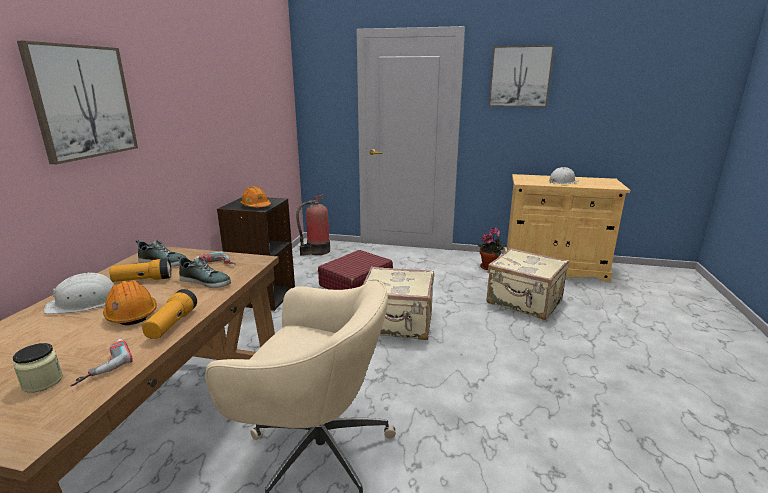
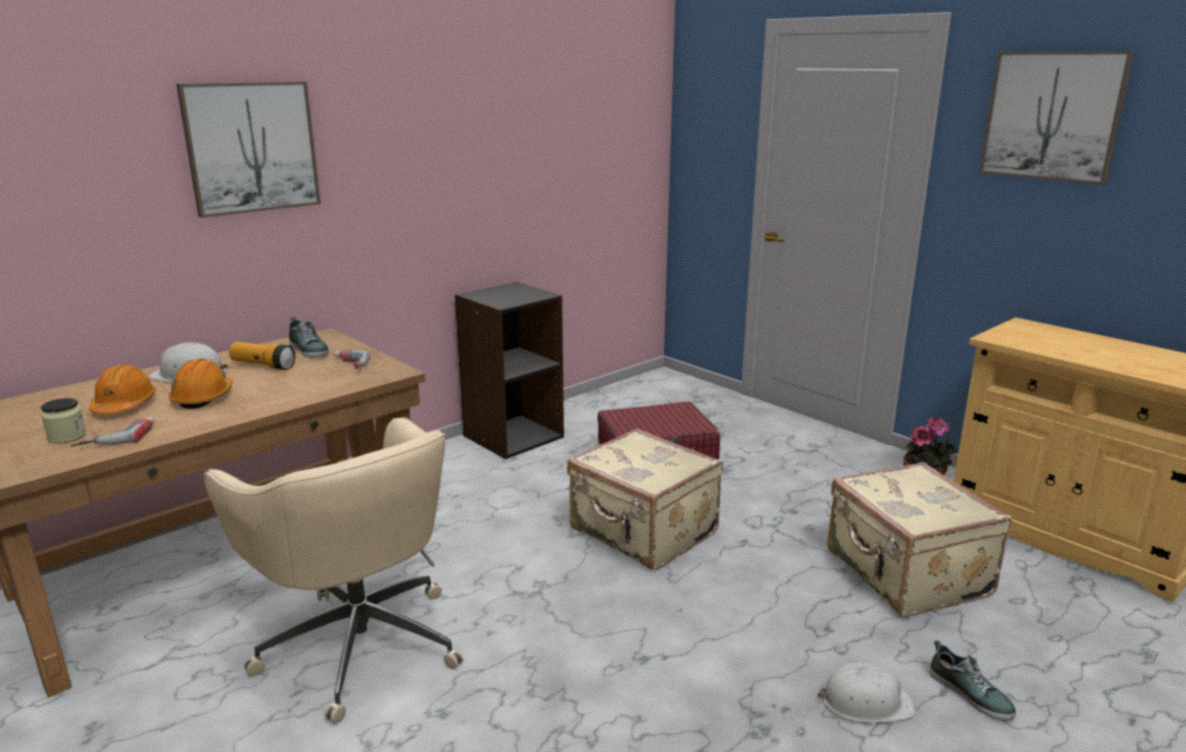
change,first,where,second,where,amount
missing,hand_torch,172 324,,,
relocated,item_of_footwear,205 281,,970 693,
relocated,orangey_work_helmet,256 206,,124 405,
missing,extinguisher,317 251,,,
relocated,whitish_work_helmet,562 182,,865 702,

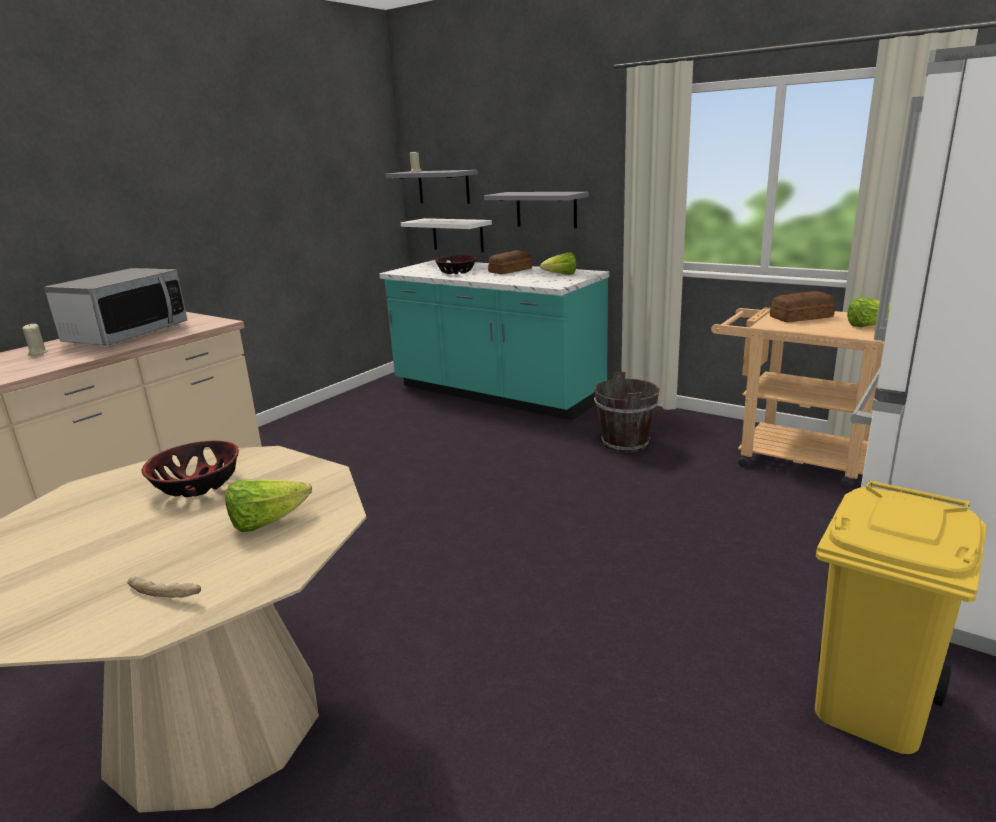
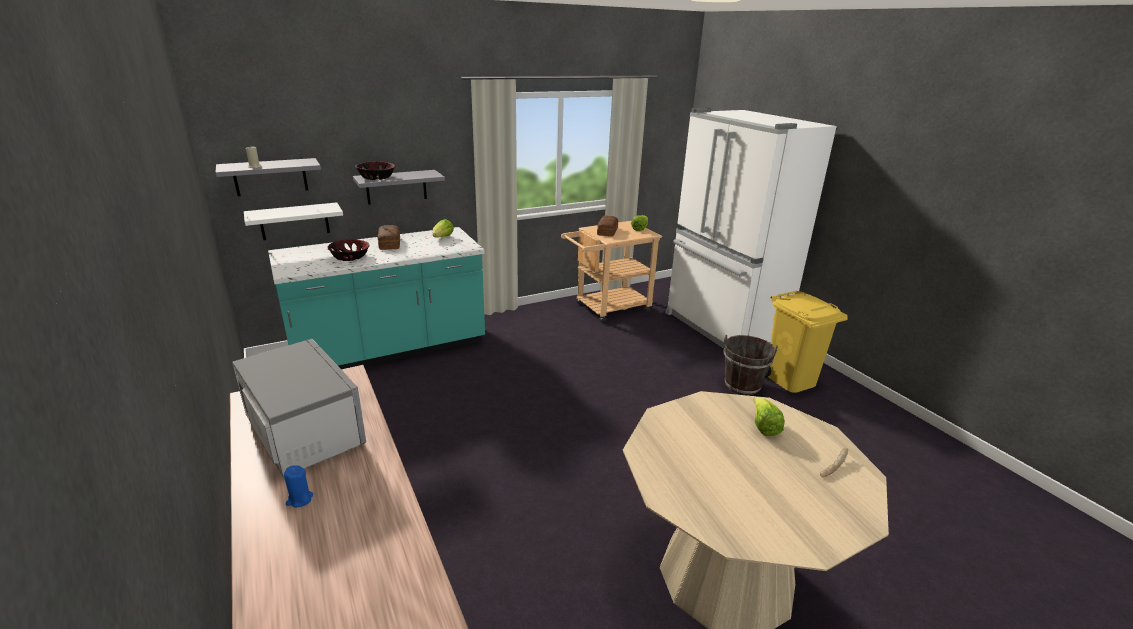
change,first,where,second,where,amount
colour,sand-coloured_wax_light,37 353,blue_wax_light,299 499,
relocated,deep_dish,197 485,,377 177,
relocated,brown-coloured_pail,625 443,,742 385,

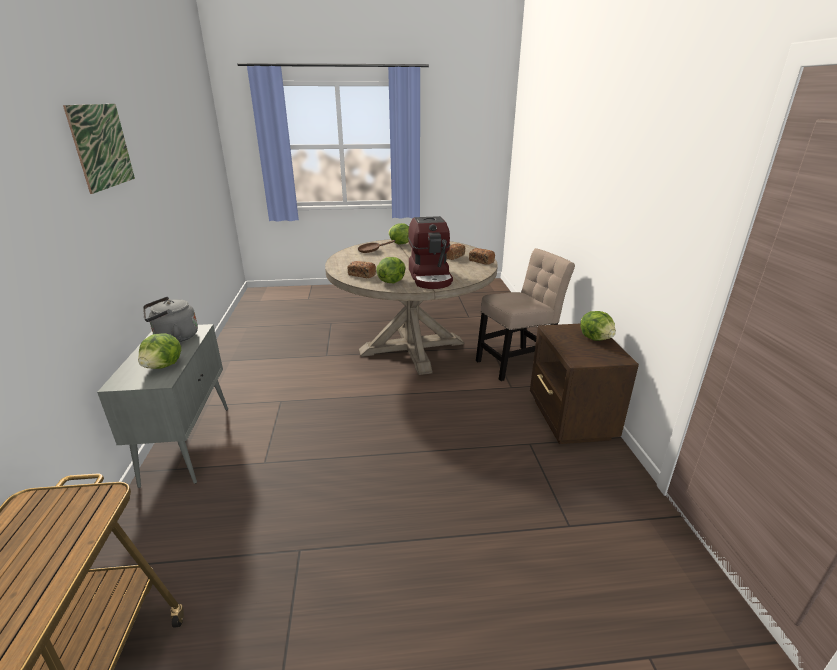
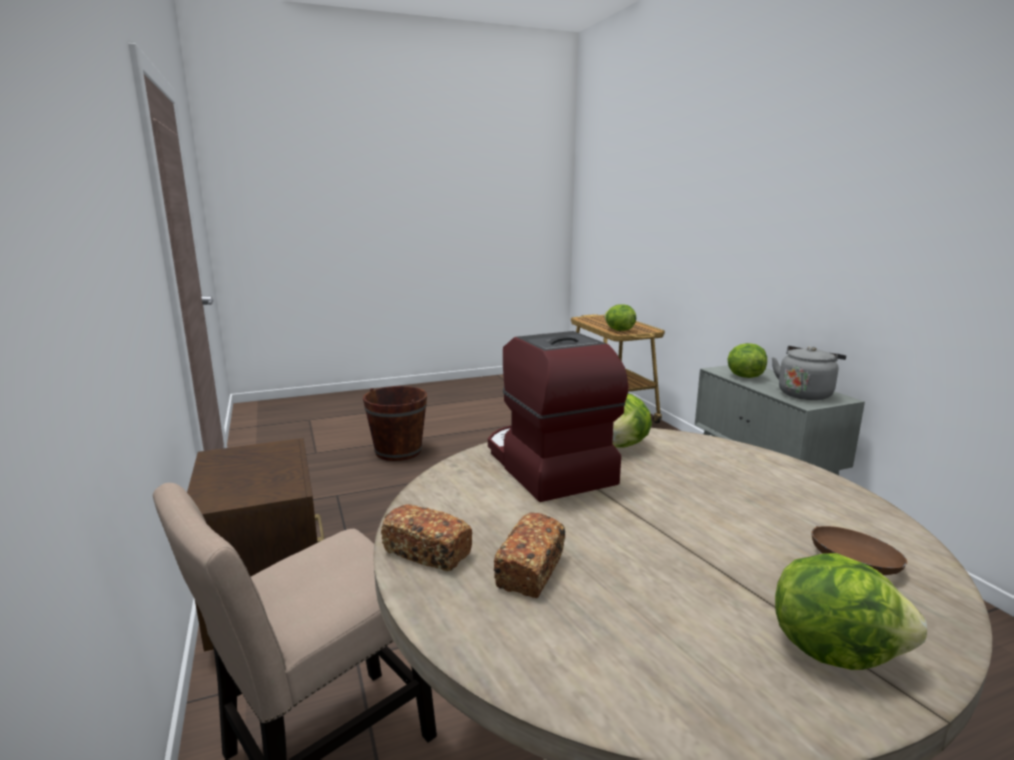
change,first,where,second,where,amount
missing,wall_art,102 146,,,
missing,baked_bread,361 275,,,
relocated,lettuce,596 338,,618 330,
appeared,,,brown-coloured_pail,398 451,

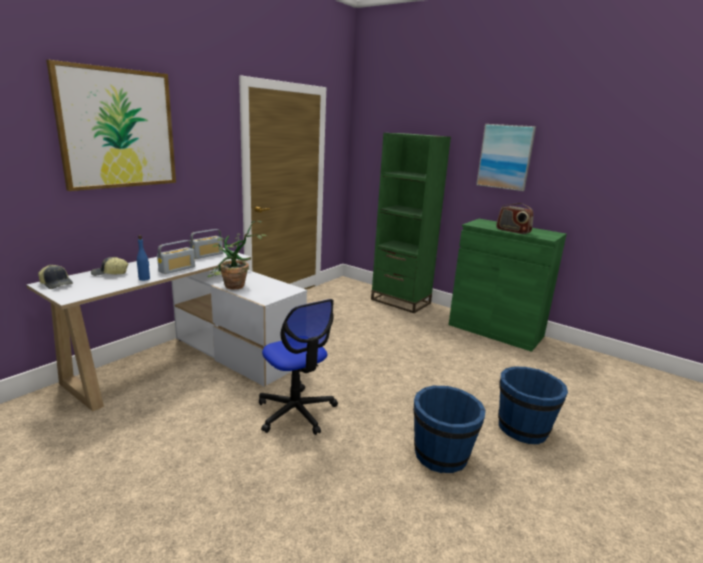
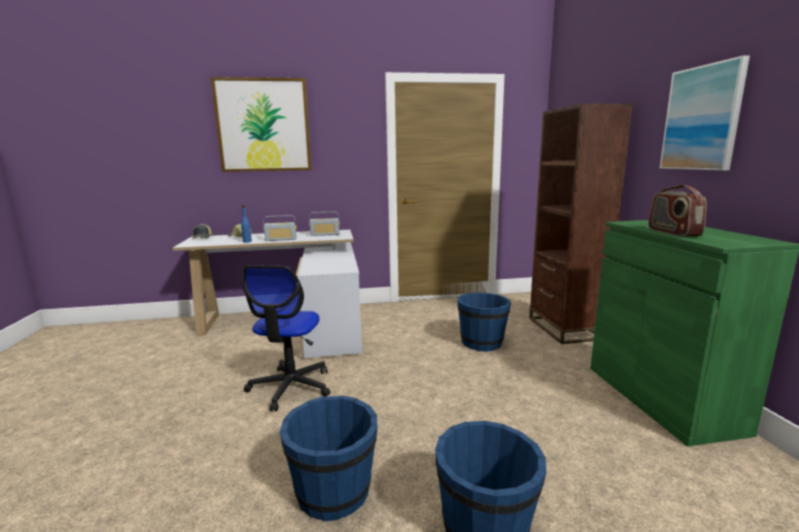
change,first,where,second,where,amount
missing,potted_plant,234 288,,,
colour,greenish_shelving_unit,400 301,brown-coloured_shelving_unit,564 328,
appeared,,,blue_pail,482 342,

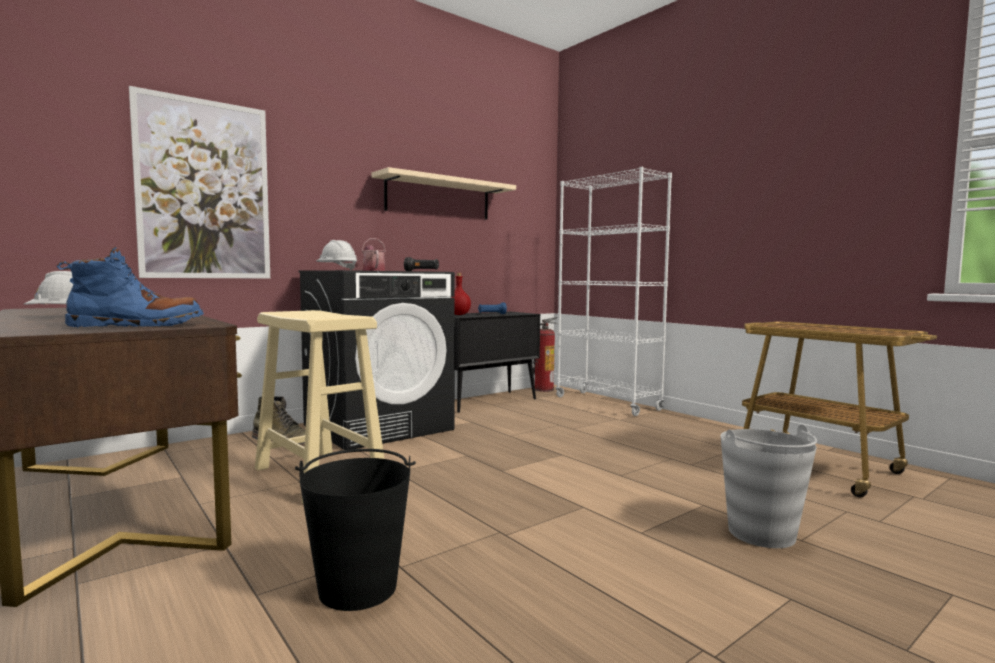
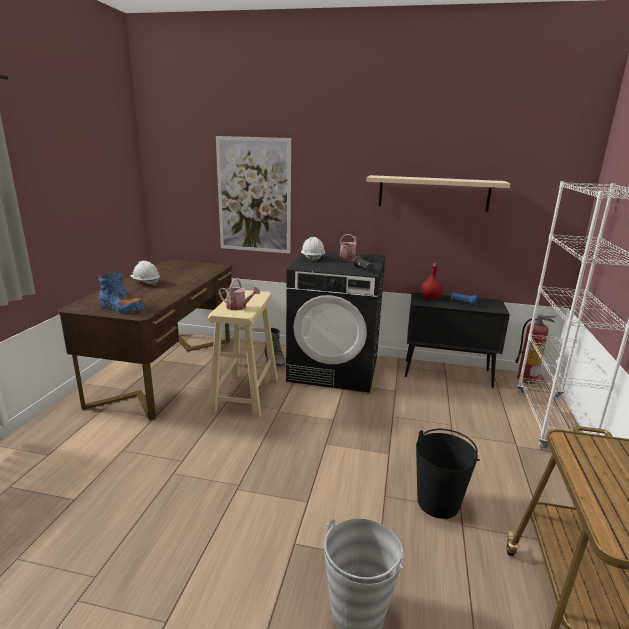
change,first,where,second,where,amount
relocated,blackish_pail,358 587,,438 502,
appeared,,,watering_can,239 307,

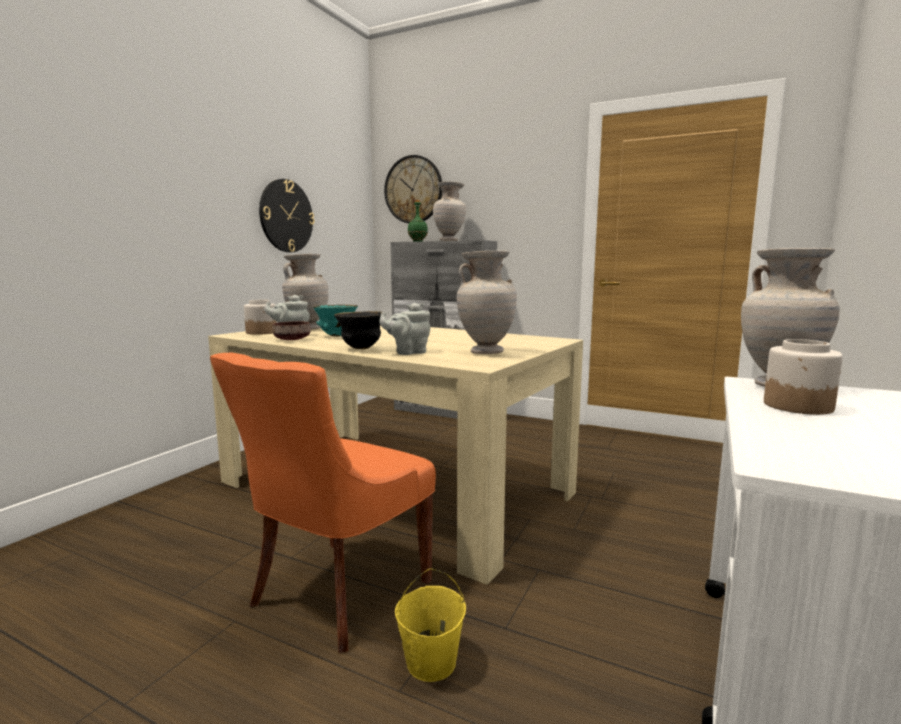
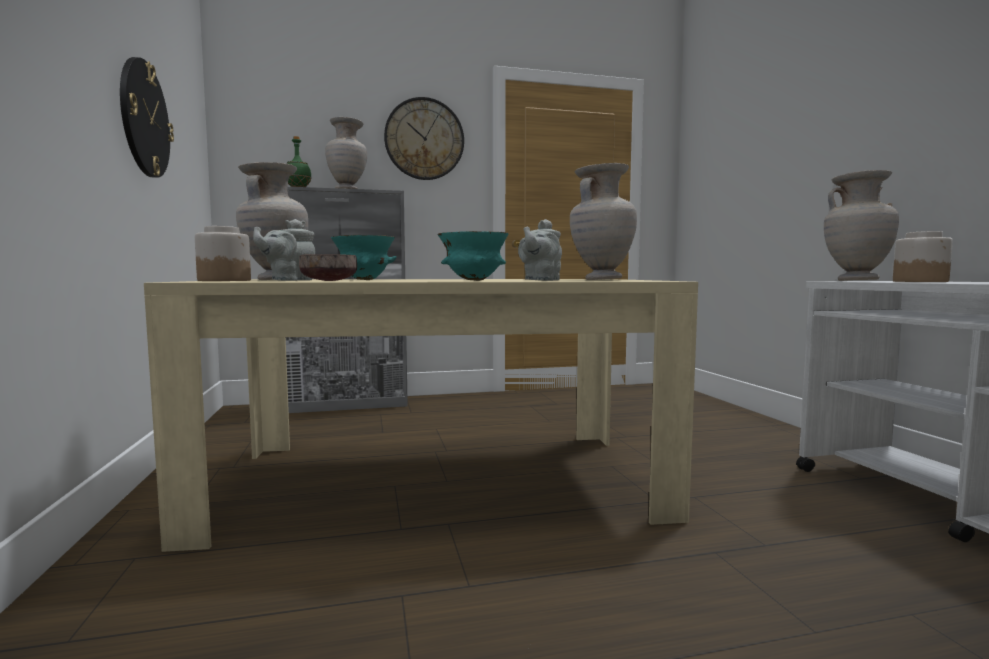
change,first,where,second,where,amount
missing,orangey_chair,337 593,,,
colour,blackish_deep_dish,361 348,blue-green_deep_dish,474 280,
relocated,wall_clock,413 190,,424 139,
missing,yellow-coloured_pail,431 662,,,

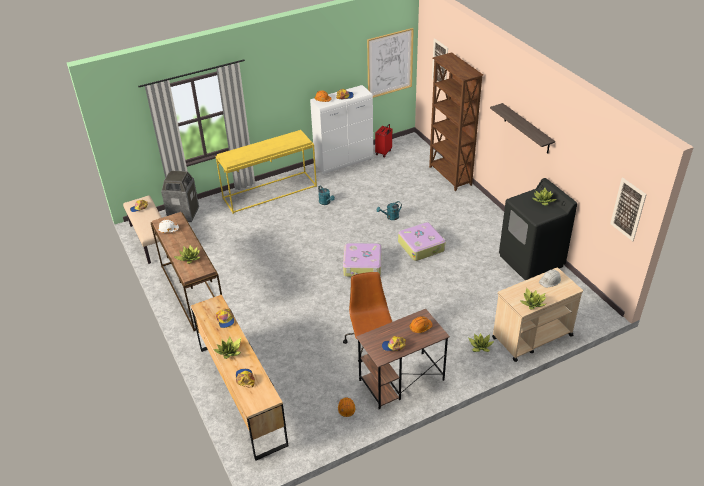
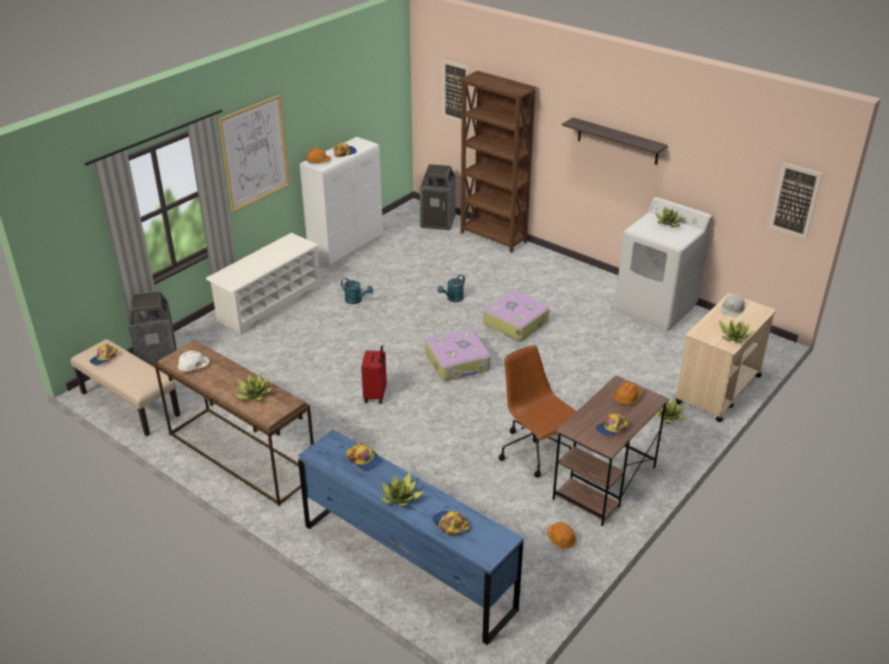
change,first,where,second,where,amount
colour,brown-coloured_chest_of_drawers,242 394,blue_chest_of_drawers,407 566,
exchanged,yellow-coloured_console_table,270 192,whitish_shoe_stand,269 304,
relocated,wall_art,389 63,,255 153,
relocated,reddish_piece_of_luggage,384 152,,376 395,
colour,blackish_washing_machine,531 261,whitish_washing_machine,655 308,
appeared,,,waste_bin,438 222,

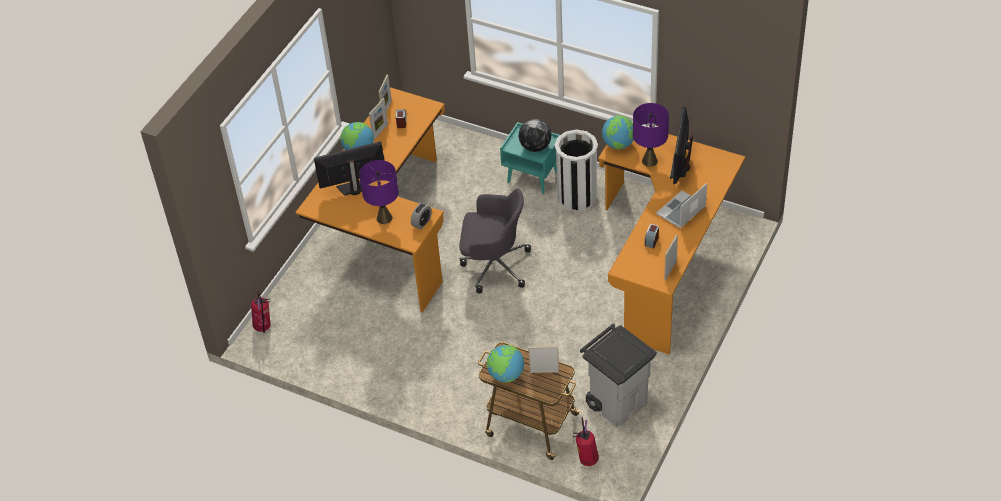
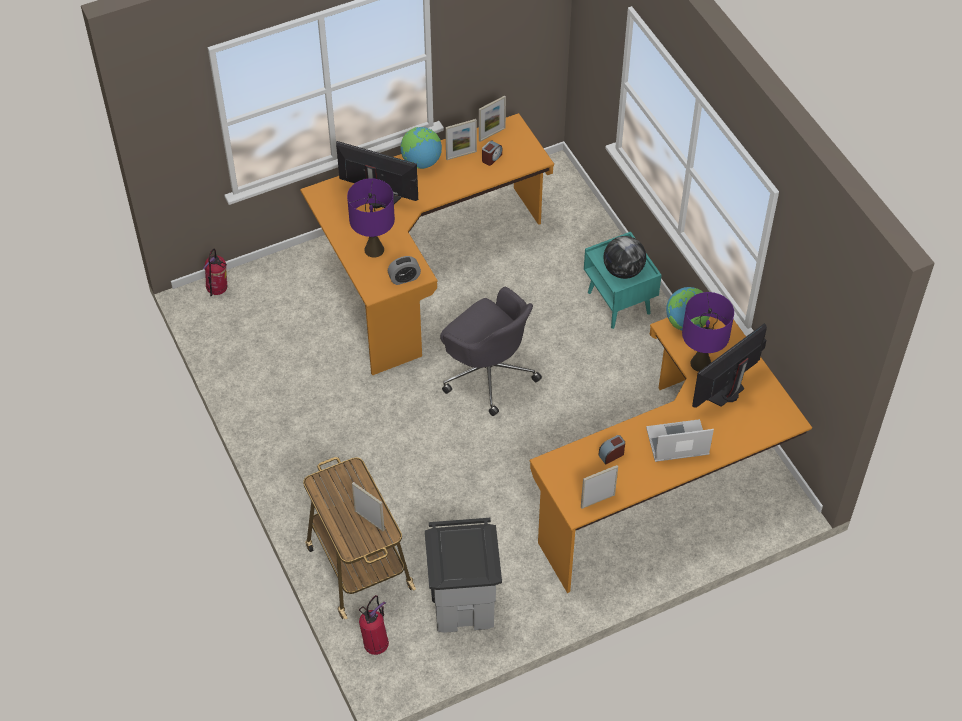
change,first,where,second,where,amount
missing,desk_globe,506 375,,,
missing,whitish_waste_bin,577 197,,,

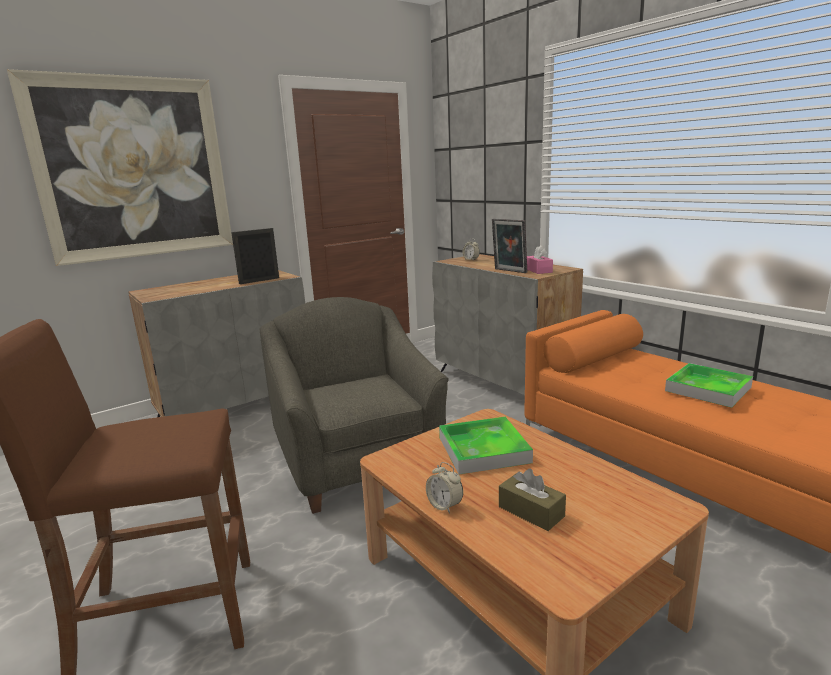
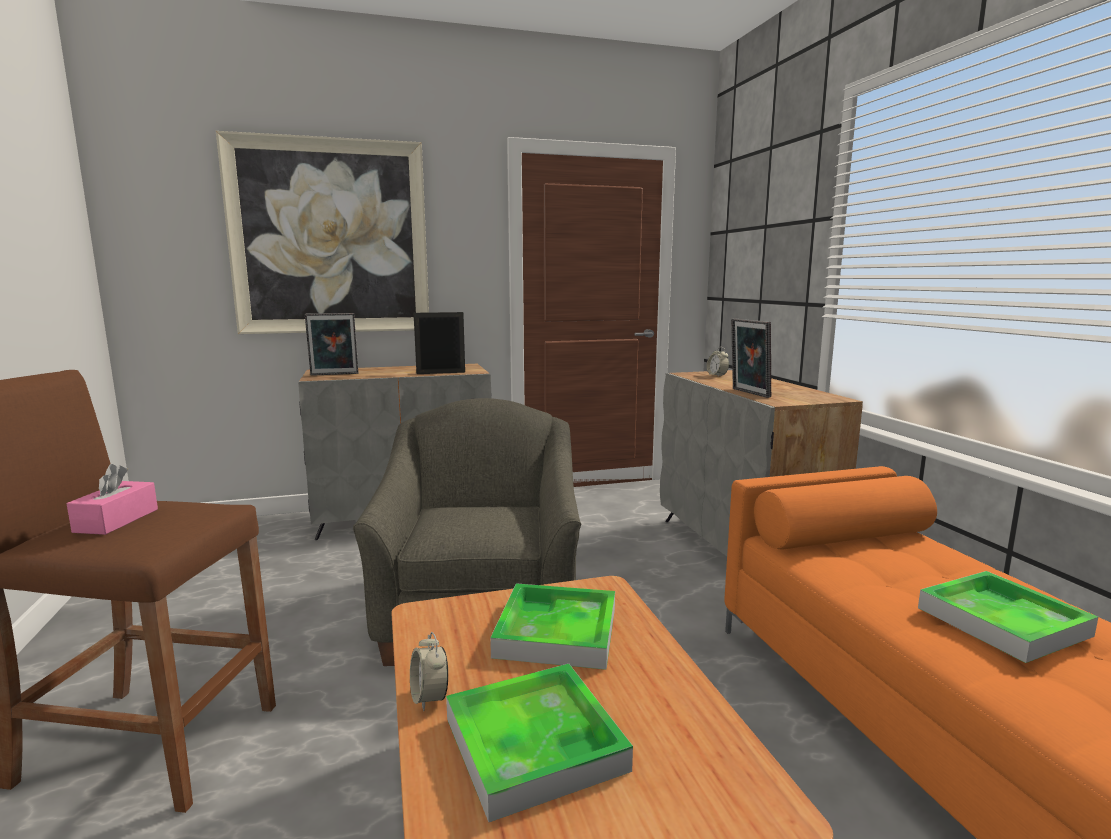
change,first,where,second,where,amount
exchanged,brown-coloured_tissue_holder,531 511,carrying_tray,534 744,
relocated,pink_tissue_holder,538 270,,116 520,
appeared,,,photo_frame,334 374,

